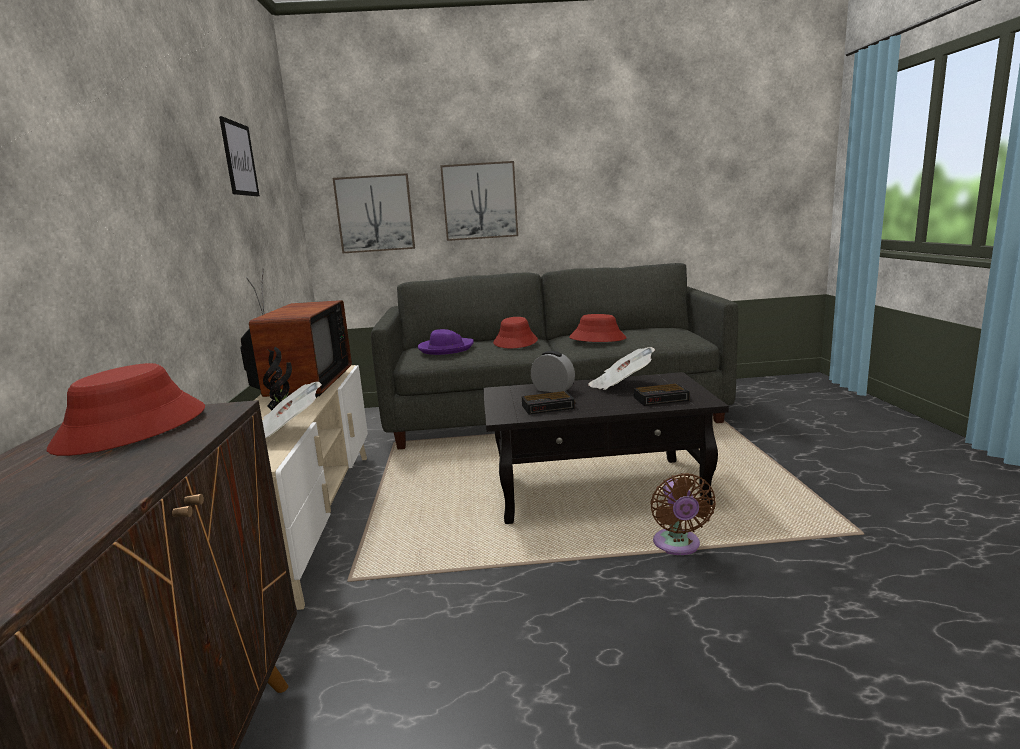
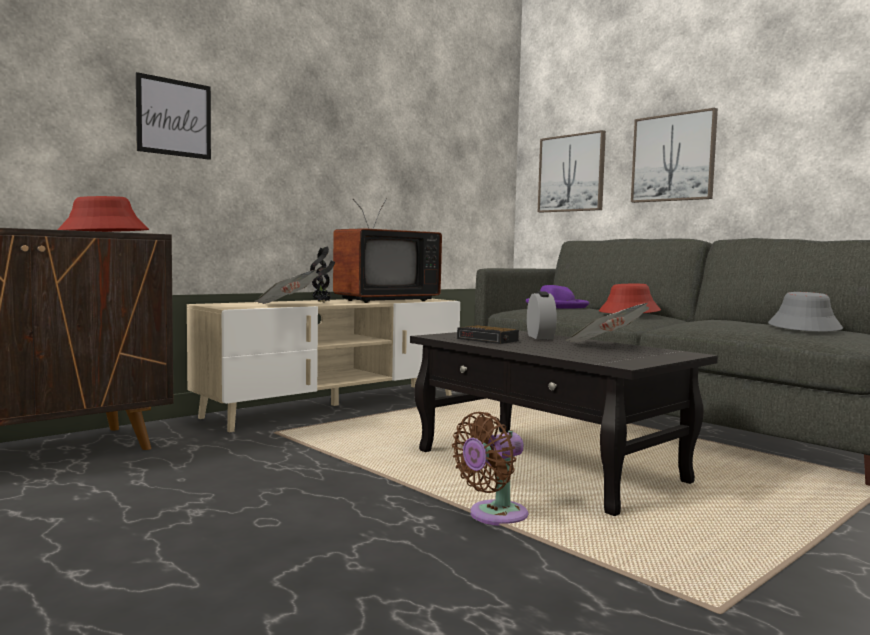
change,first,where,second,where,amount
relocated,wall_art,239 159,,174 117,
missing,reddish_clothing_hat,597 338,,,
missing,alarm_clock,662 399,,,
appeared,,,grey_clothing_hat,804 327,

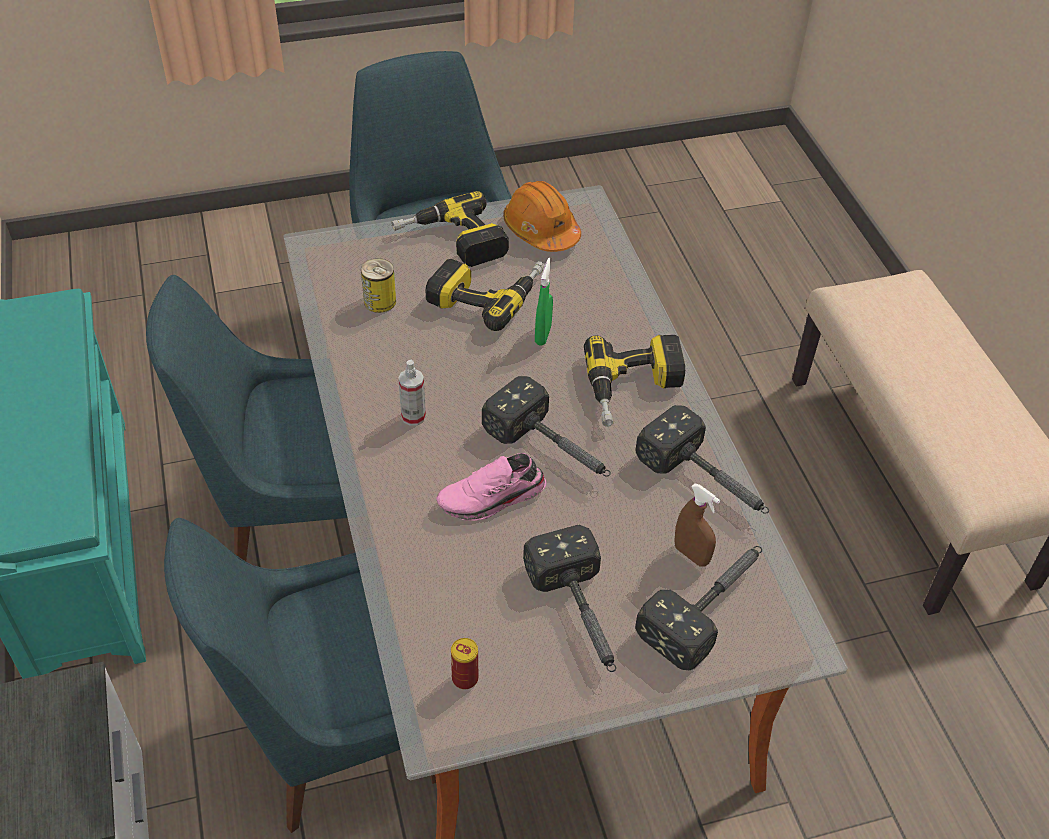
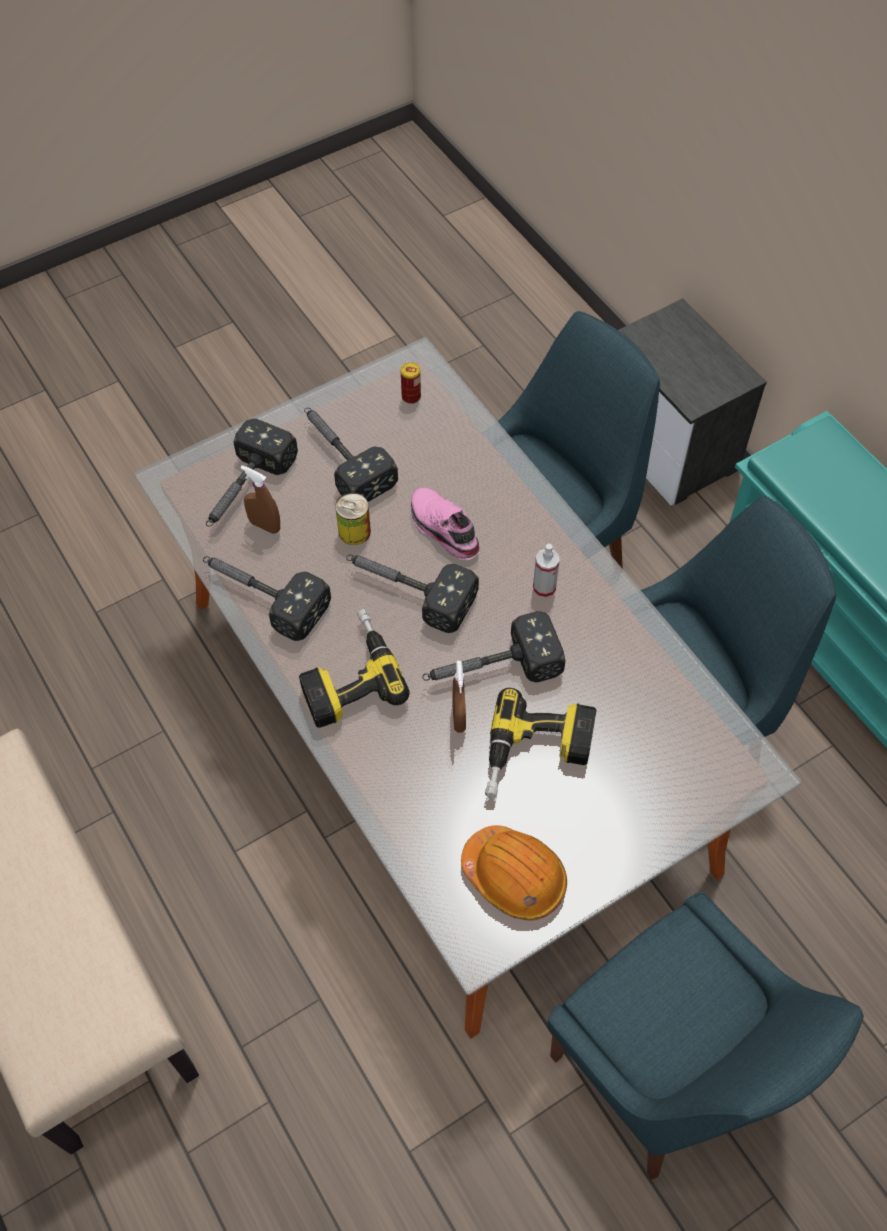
change,first,where,second,where,amount
relocated,can,380 301,,354 531,
missing,electric_drill,451 242,,,
spun,pink_item_of_footwear,492 499,,442 530,90 degrees counterclockwise
colour,greenish_spray_bottle,543 335,brown-coloured_spray_bottle,459 717,
appeared,,,hand_hammer,489 669,

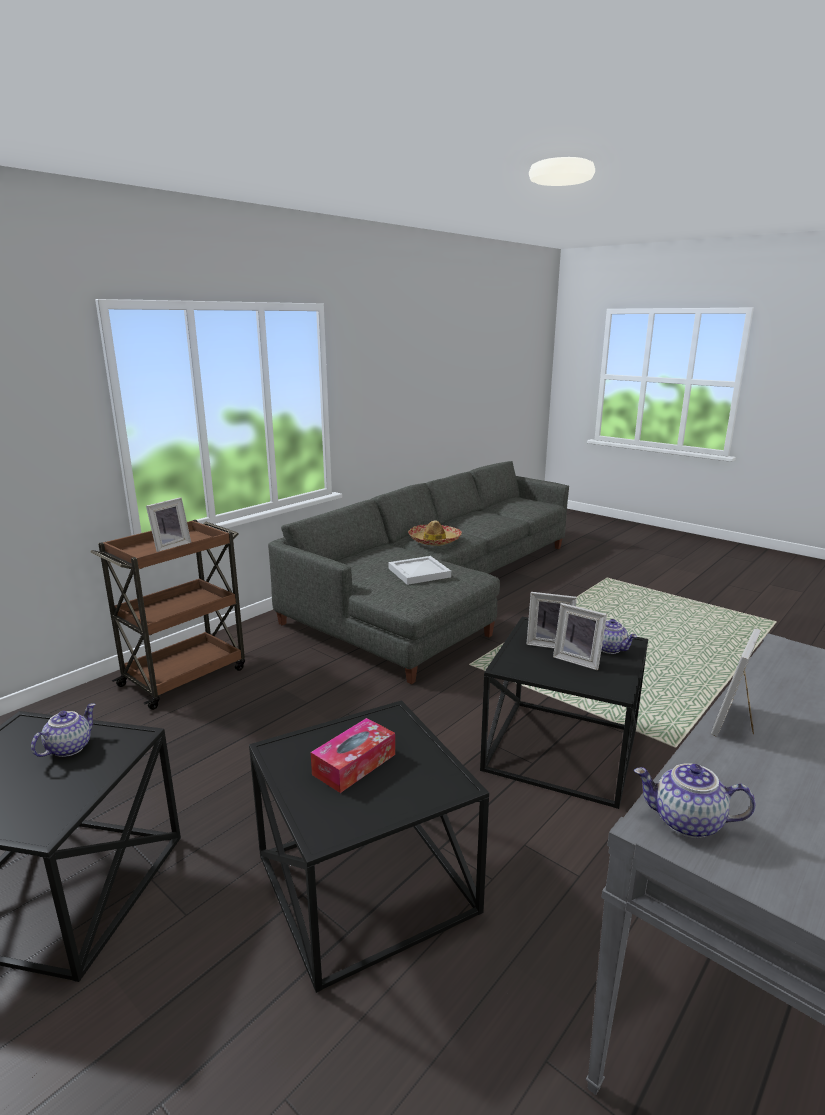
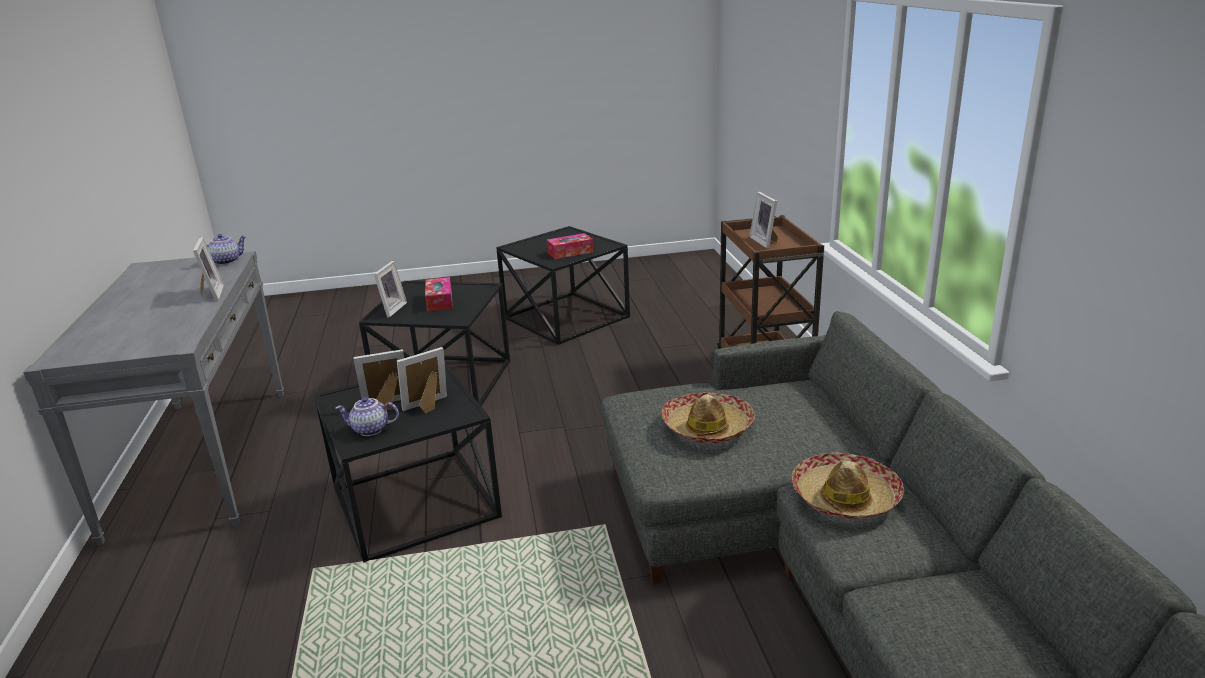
change,first,where,second,where,amount
exchanged,teapot,69 747,tissue_holder,570 252,
exchanged,whitish_carrying_tray,418 573,clothing_hat,707 427,
appeared,,,photo_frame,391 309,

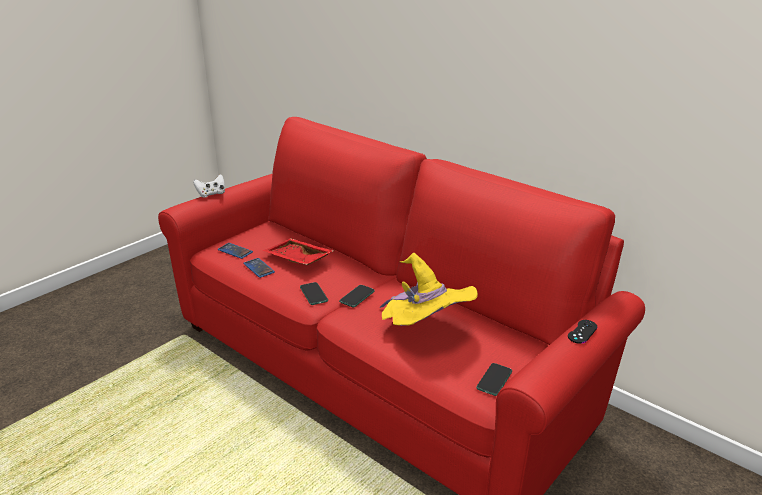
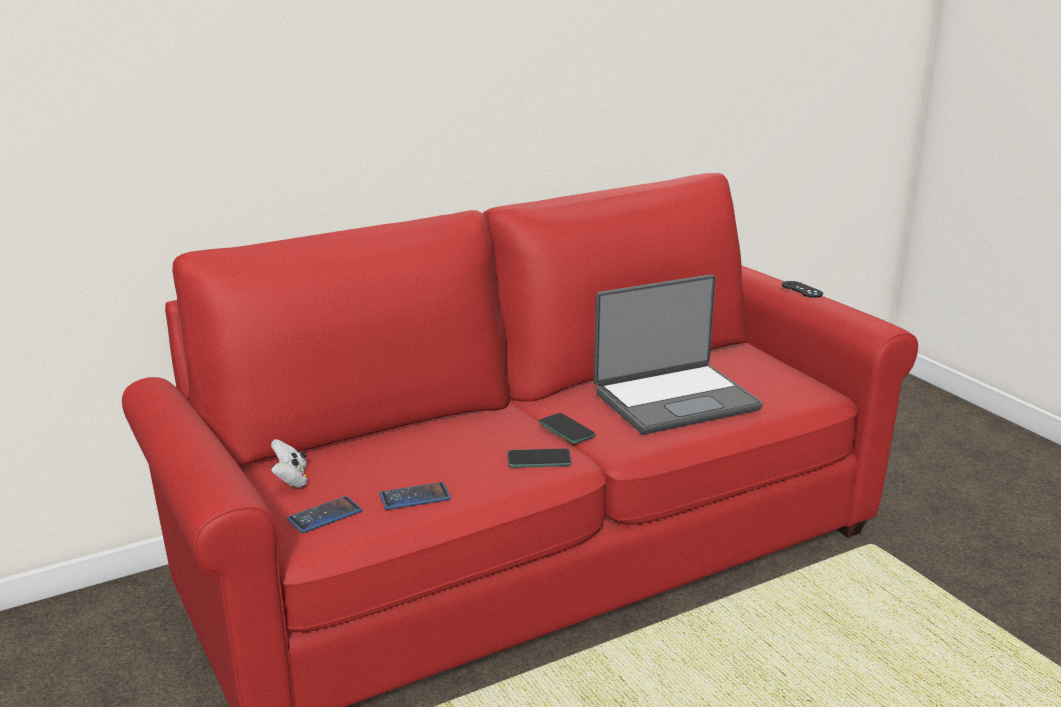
change,first,where,second,where,amount
relocated,whitish_game_controller,211 194,,291 479,
missing,reddish_carrying_tray,297 260,,,
exchanged,yellow-coloured_clothing_hat,425 329,portable_computer,674 399,
missing,telephone,494 380,,,

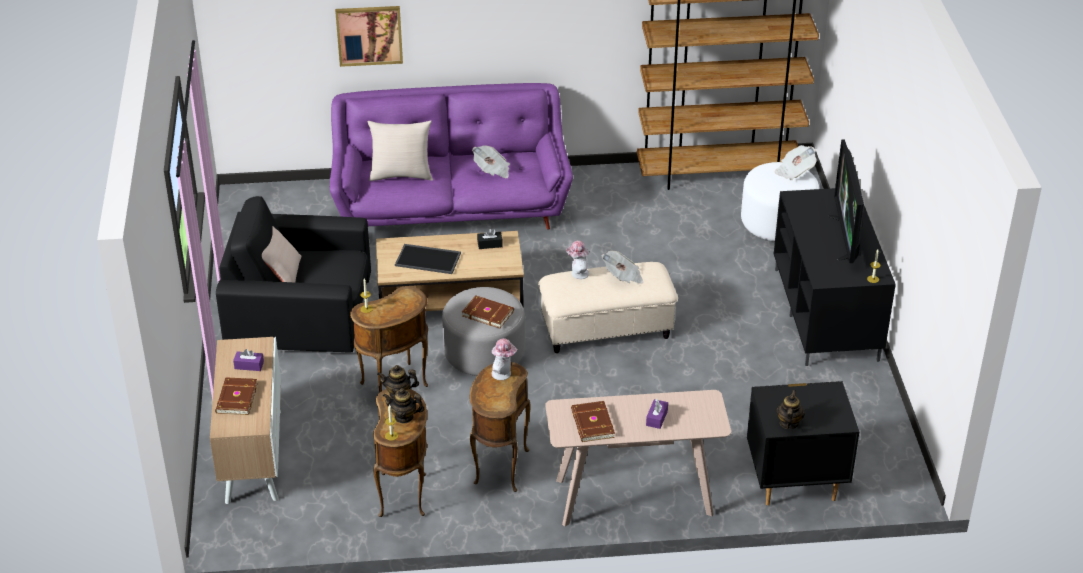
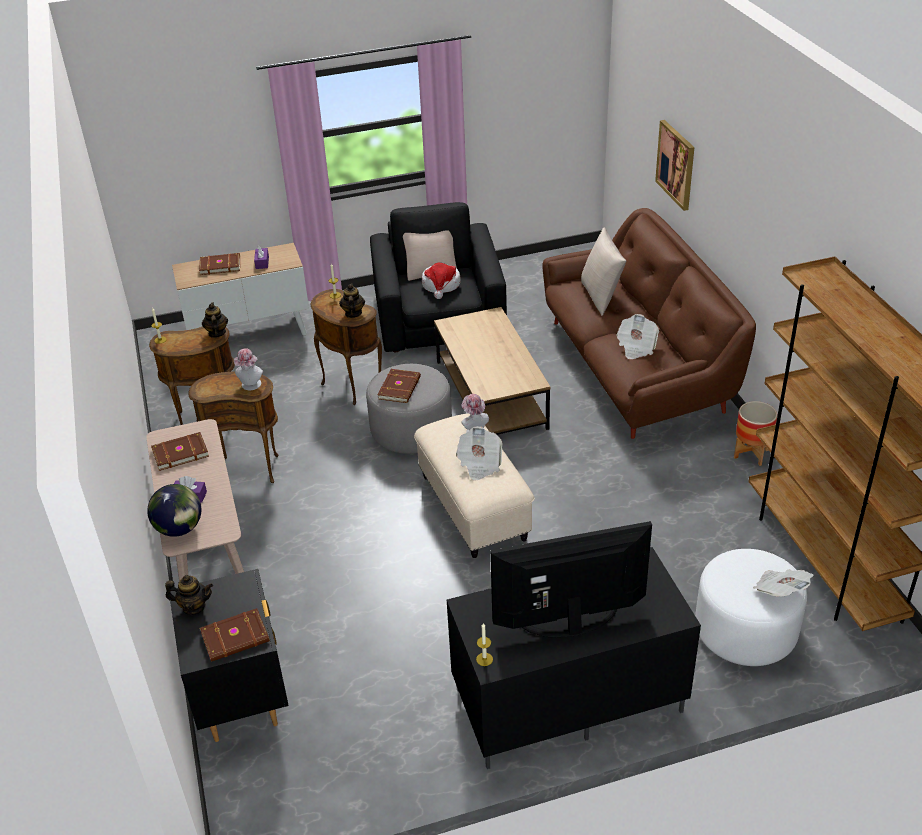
change,first,where,second,where,amount
colour,purple-coloured_settee,451 207,brown-coloured_settee,635 368,
relocated,teapot,404 417,,353 313,
missing,carrying_tray,429 259,,,
missing,blackish_tissue_holder,489 244,,,
appeared,,,desk_globe,179 529,
appeared,,,brown-coloured_bound_book,236 638,
appeared,,,clothing_hat,441 285,
appeared,,,flower_pot,751 454,

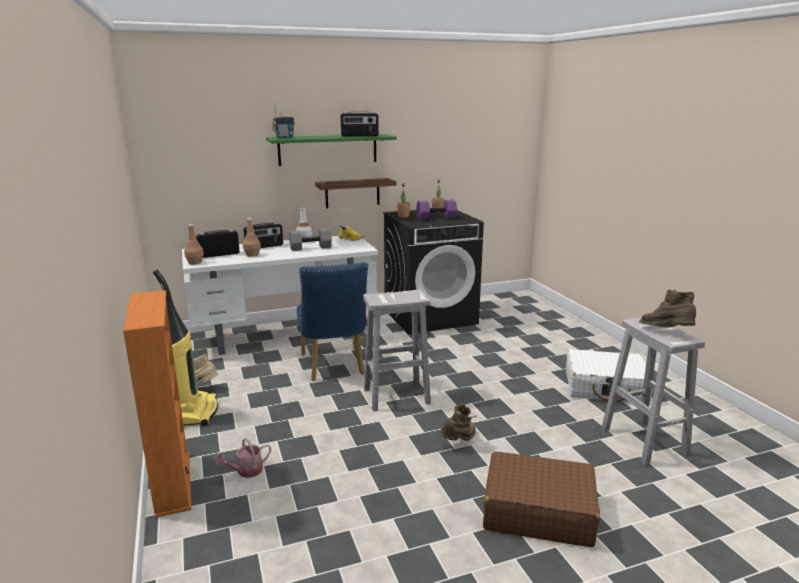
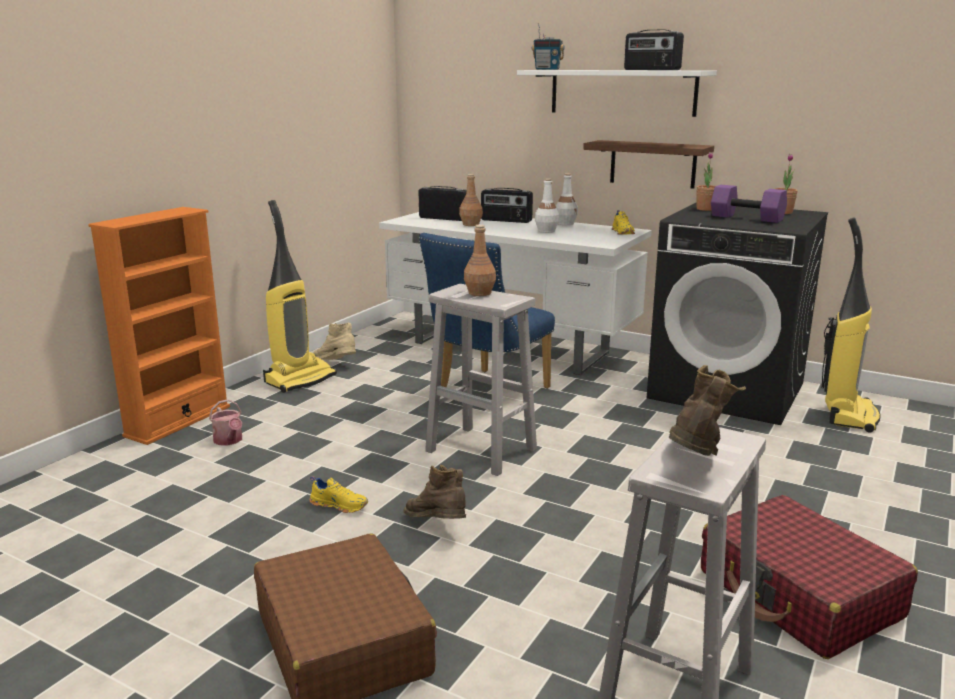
change,first,where,second,where,amount
relocated,brown-coloured_beverage_bottle,195 262,,479 293,
spun,watering_can,246 471,,229 441,135 degrees counterclockwise
colour,greenish_bracket_shelf,328 149,whitish_bracket_shelf,622 92,
exchanged,grey_dumbbell,310 248,whitish_beverage_bottle,546 231,
spun,brown-coloured_boot,459 441,,437 526,135 degrees counterclockwise
colour,whitish_piece_of_luggage,605 387,reddish_piece_of_luggage,799 594,
appeared,,,yellow-coloured_item_of_footwear,339 505,
appeared,,,hoover,848 415,

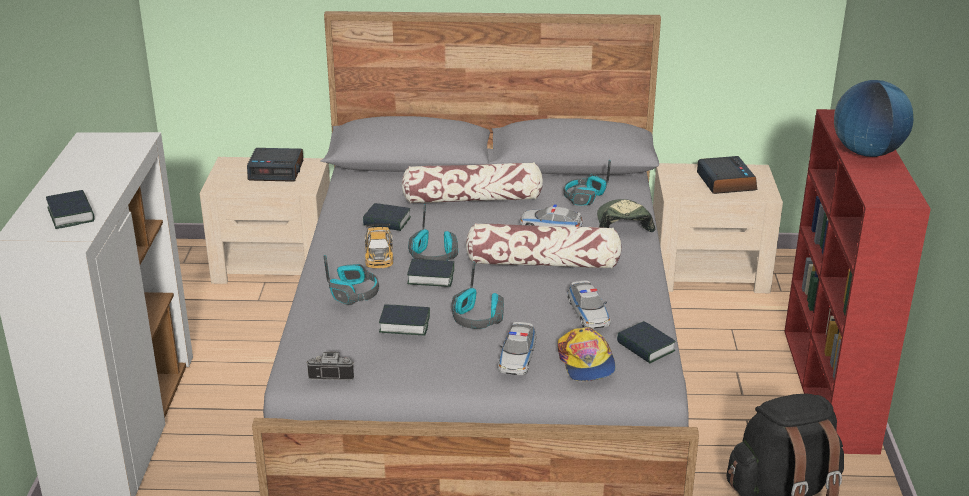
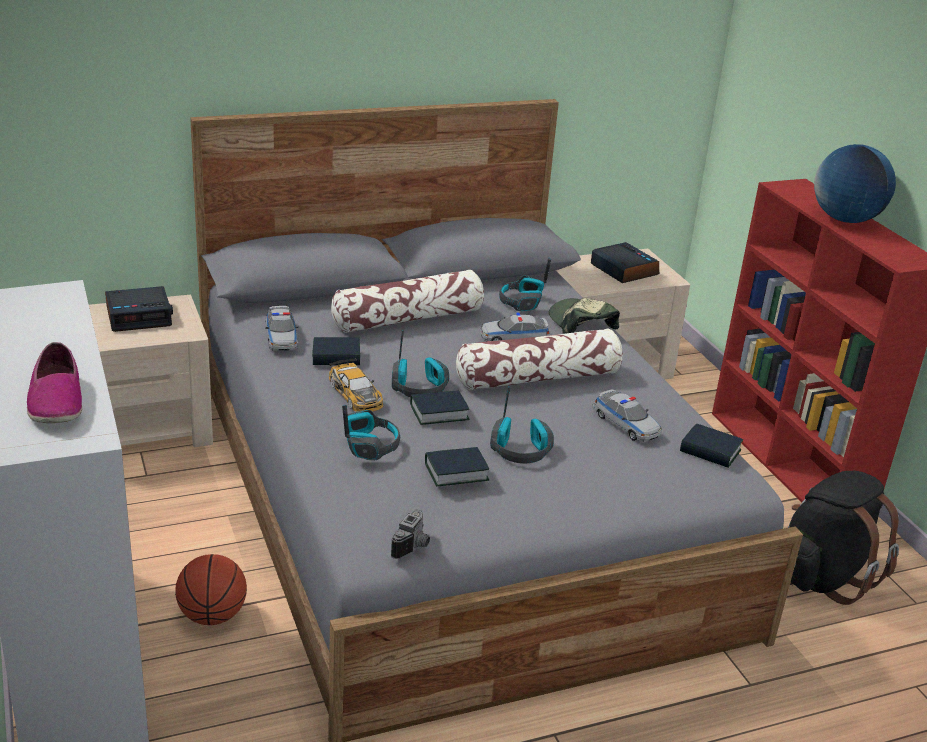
change,first,where,second,where,amount
exchanged,bound_book,71 214,item_of_footwear,56 401,
spun,still_camera,332 374,,414 546,135 degrees clockwise
relocated,miniature_car,517 357,,281 337,
missing,baseball_cap,586 362,,,
appeared,,,basketball,212 616,

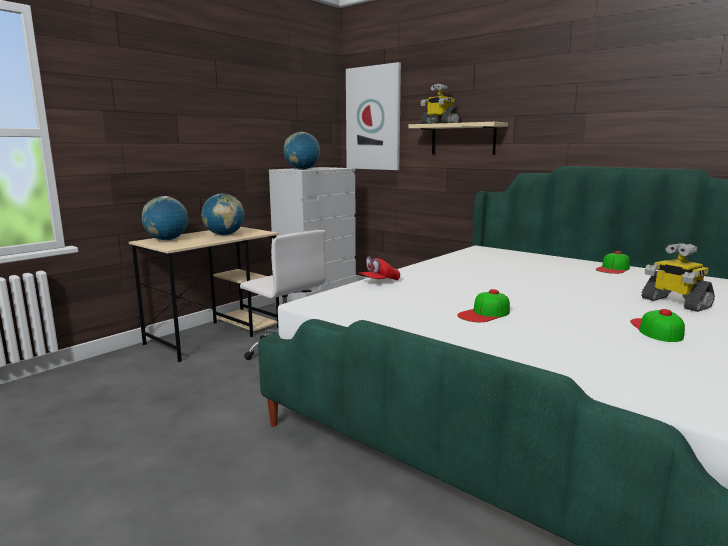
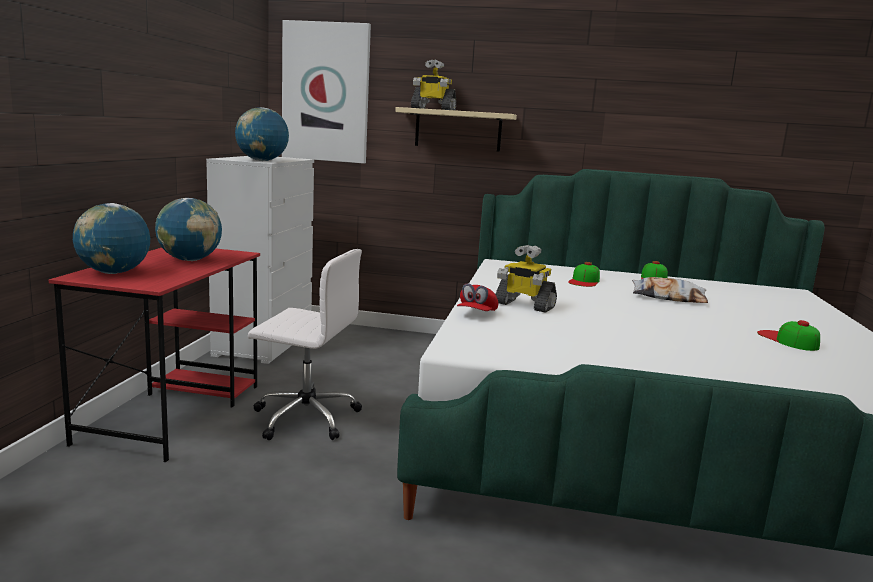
change,first,where,second,where,amount
colour,sand-coloured_desk,215 335,reddish_desk,173 412,
relocated,baseball_cap,484 314,,584 281,
relocated,robot_figure,674 303,,524 305,
appeared,,,throw_pillow,668 297,

